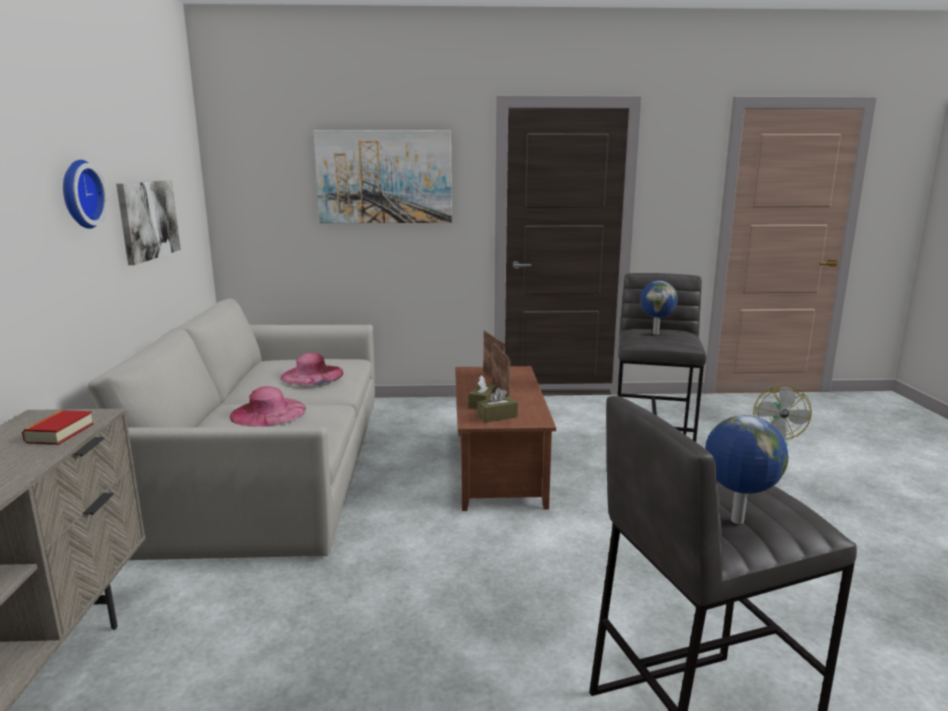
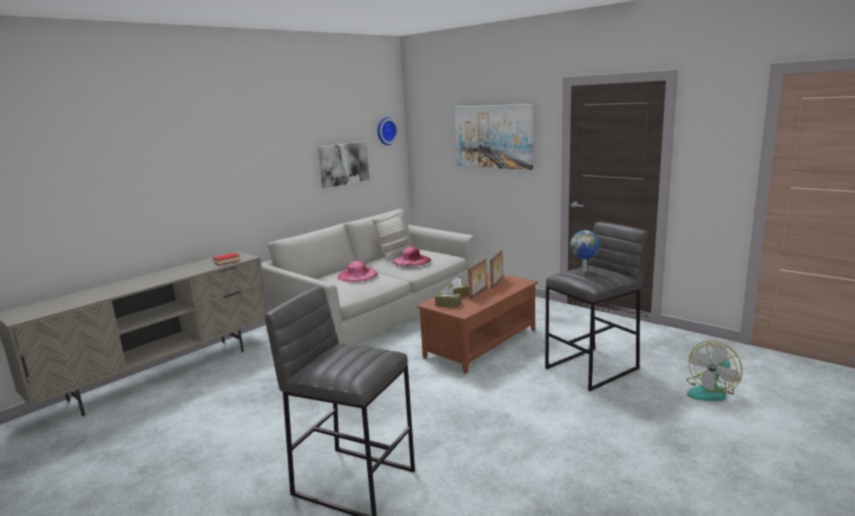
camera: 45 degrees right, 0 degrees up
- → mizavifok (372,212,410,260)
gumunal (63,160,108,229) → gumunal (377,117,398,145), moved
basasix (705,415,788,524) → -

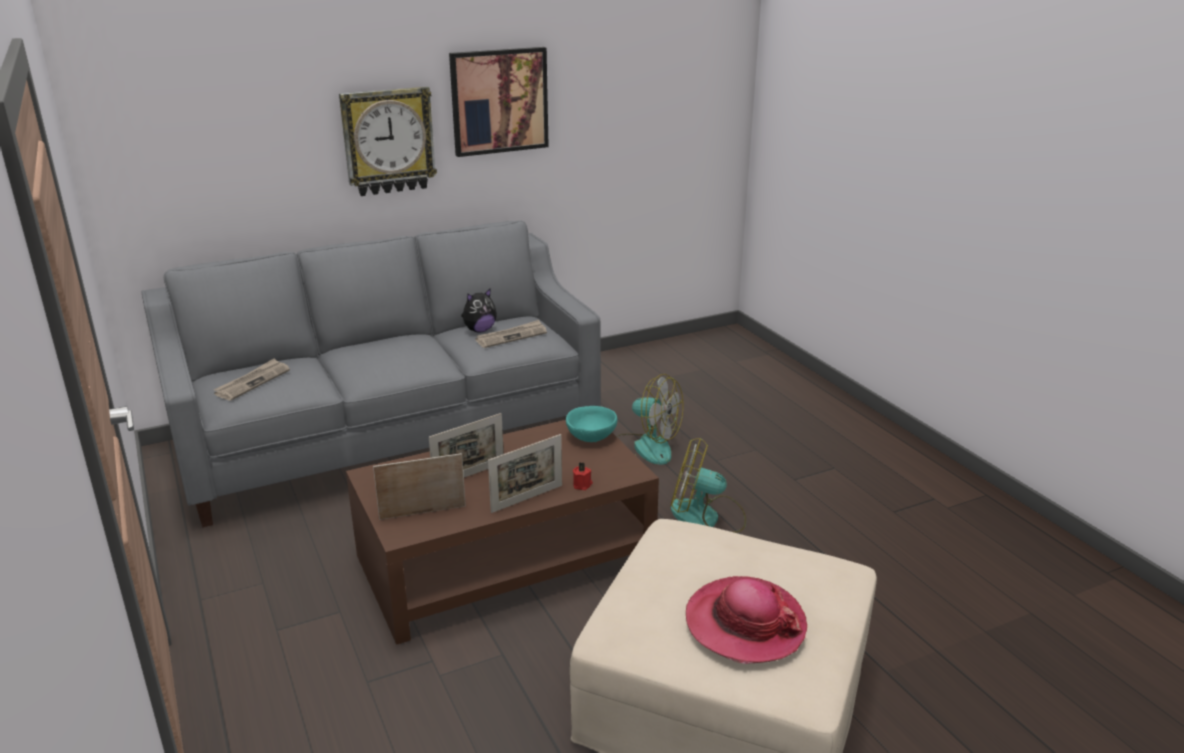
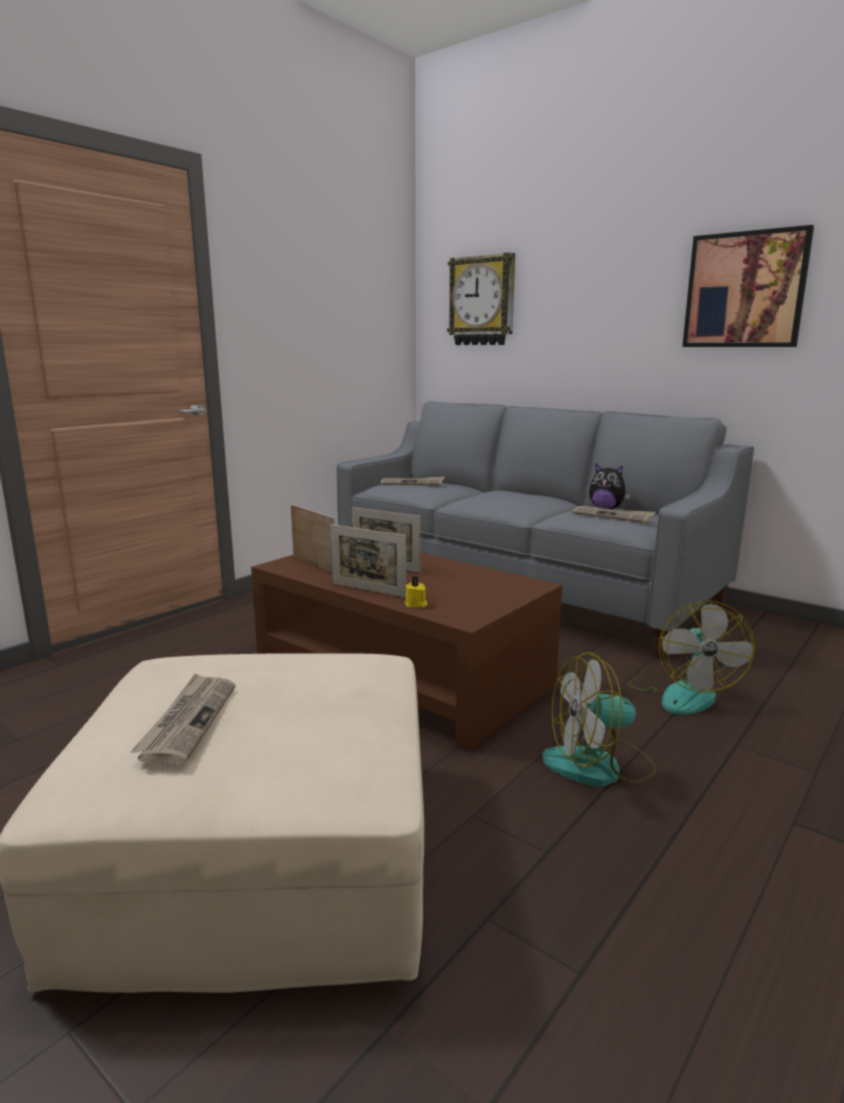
camera: 65 degrees right, 10 degrees down
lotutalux (686,576,807,664) → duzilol (131,673,235,764)
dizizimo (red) (573,462,593,490) → dizizimo (yellow) (405,576,427,607)
gumunal (339,87,437,196) → gumunal (447,253,515,345), moved
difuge (671,438,746,533) → difuge (542,652,657,787), 90 degrees counterclockwise
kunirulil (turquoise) (566,406,617,442) → -

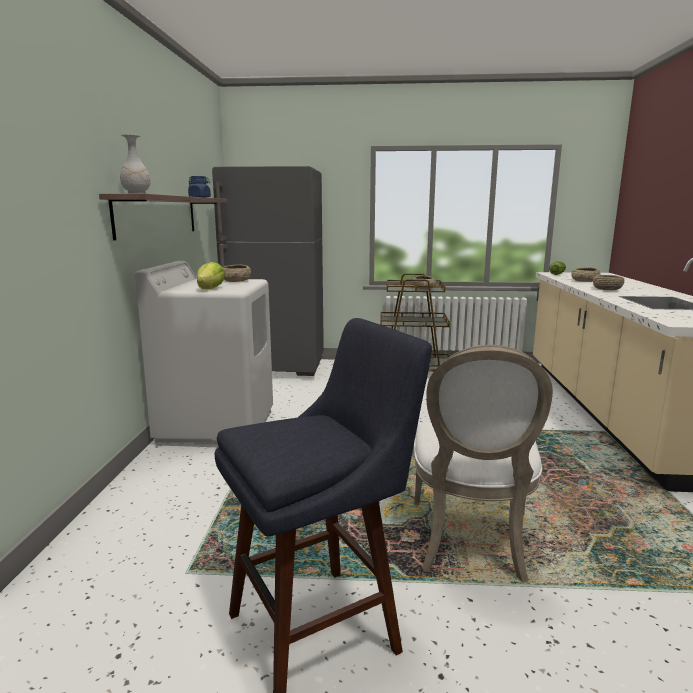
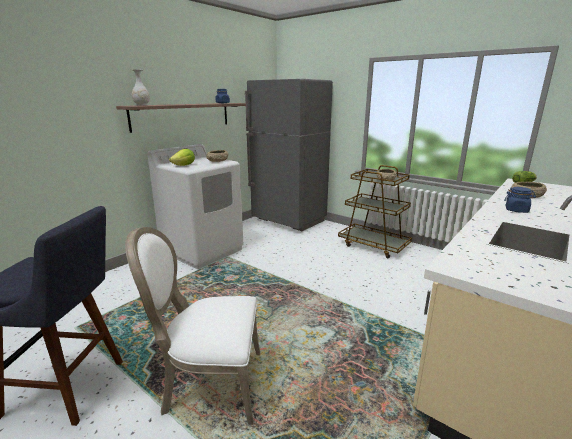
camera: 35 degrees right, 5 degrees up
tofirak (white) (414,345,553,582) → tofirak (white) (125,227,260,425), 45 degrees clockwise
kunirulil (beige) (593,275,625,290) → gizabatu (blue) (504,187,536,213)

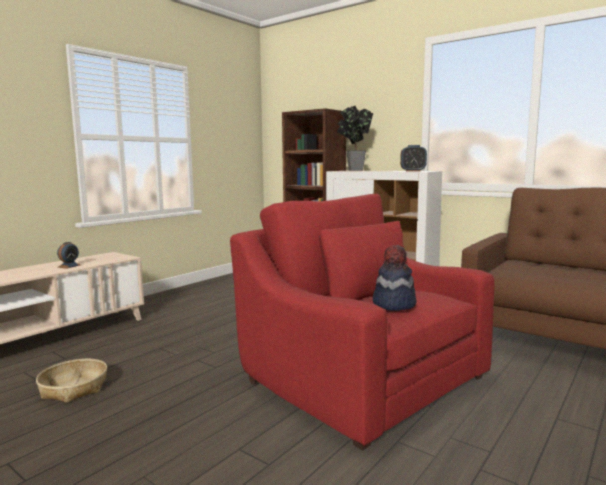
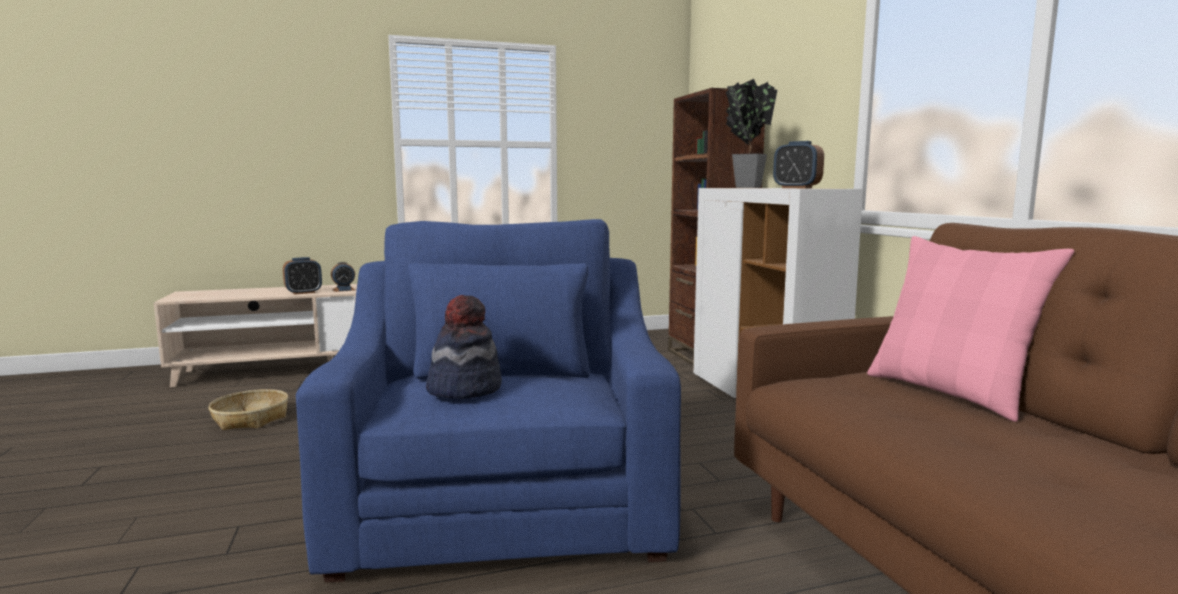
camera: 35 degrees right, 0 degrees up
- → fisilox (283,257,322,295)
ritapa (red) (230,194,495,450) → ritapa (blue) (296,219,681,583)
- → mizavifok (pink) (867,236,1075,422)

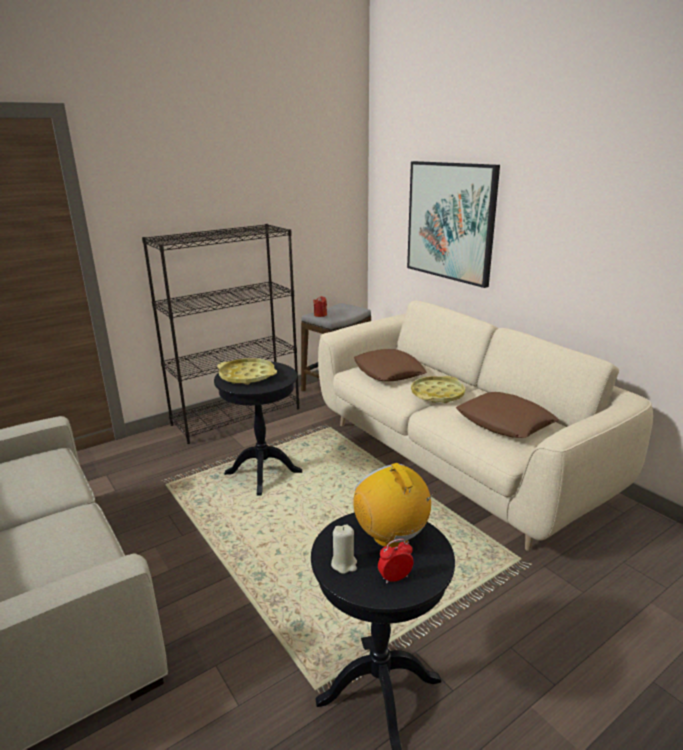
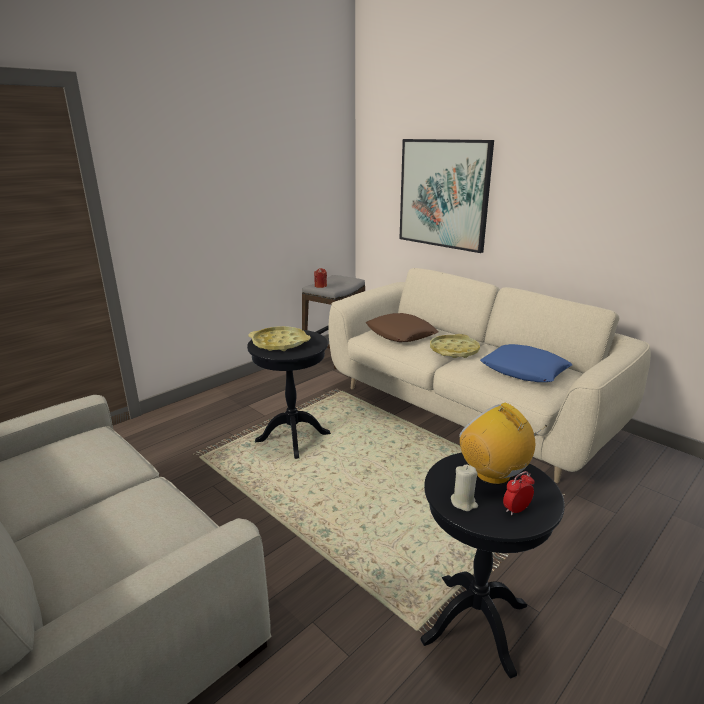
camera: 10 degrees left, 0 degrees up
mizavifok (brown) (456,392,559,438) → mizavifok (blue) (480,344,572,382)
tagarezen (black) (142,224,299,444) → -

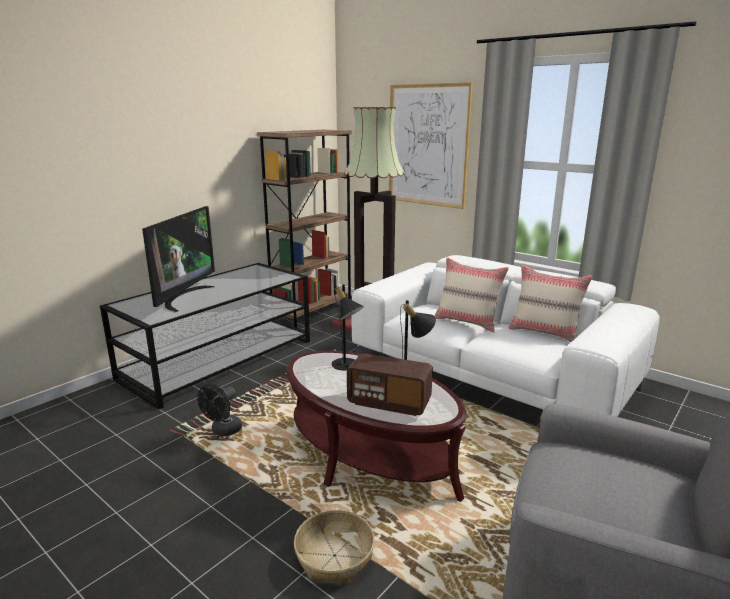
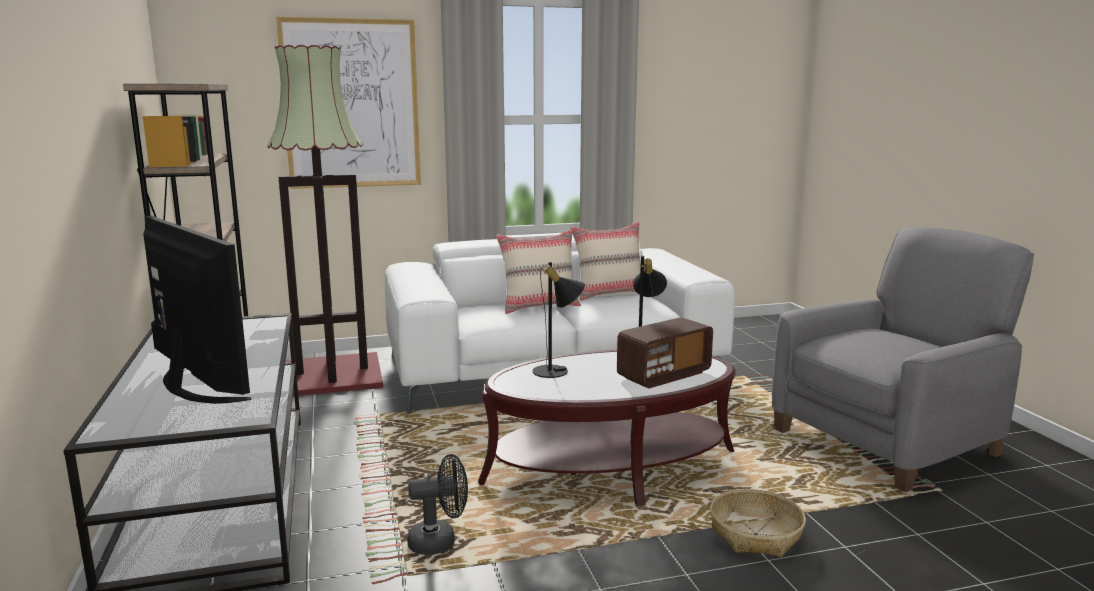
camera: 55 degrees left, 5 degrees down
difuge (black) (197,384,242,436) → difuge (black) (407,454,468,555), 75 degrees counterclockwise

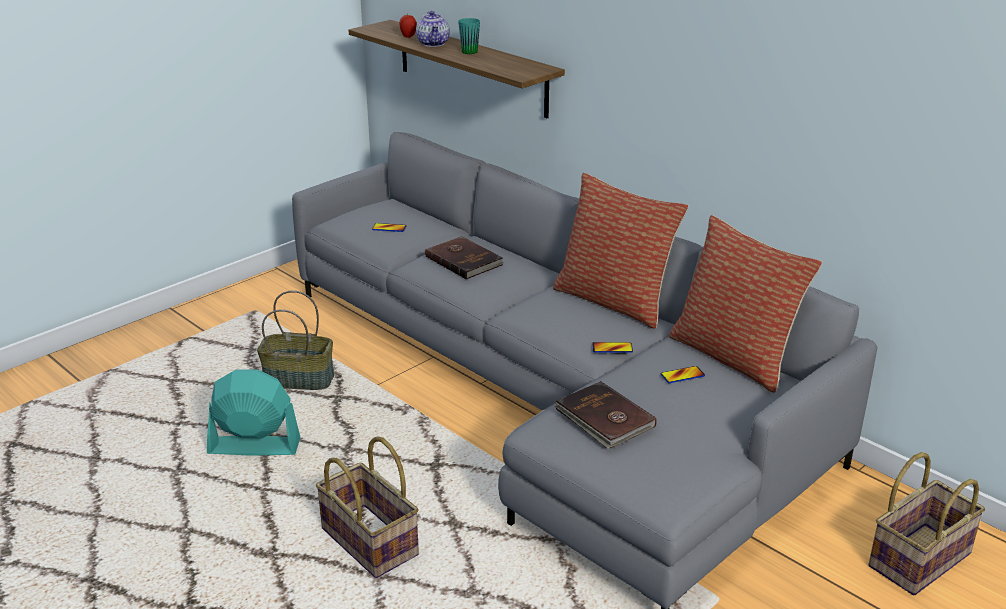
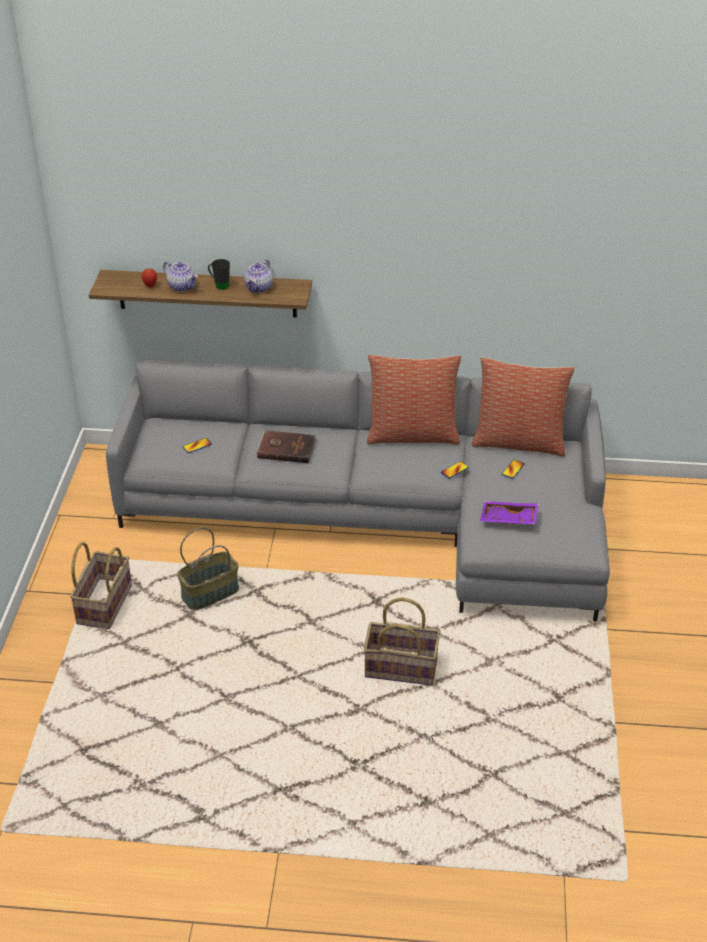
camera: 40 degrees left, 10 degrees up
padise (868,452,985,595) → padise (70,542,132,629), moved
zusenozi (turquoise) (458,18,480,54) → zusenozi (black) (208,259,230,290)
- → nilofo (244,259,273,293)
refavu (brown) (555,381,657,449) → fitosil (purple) (480,501,539,524)
difuge (turquoise) (207,369,301,456) → -

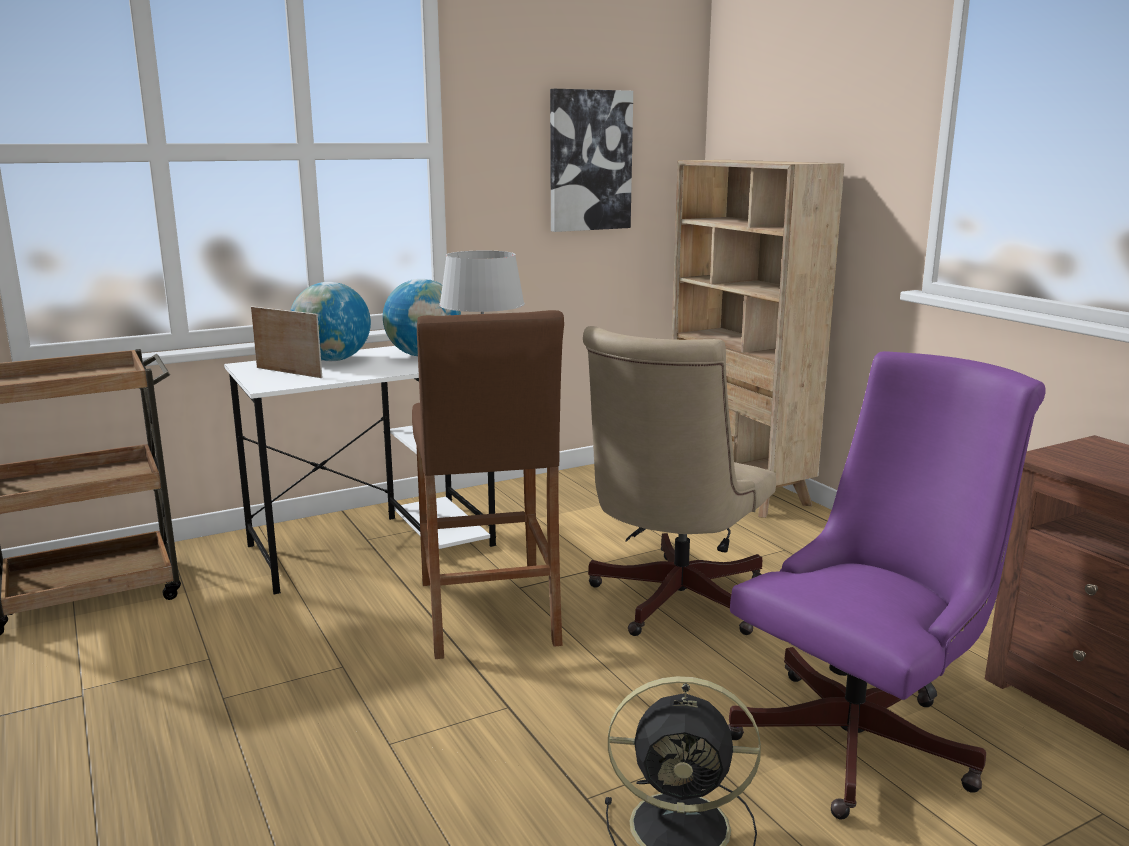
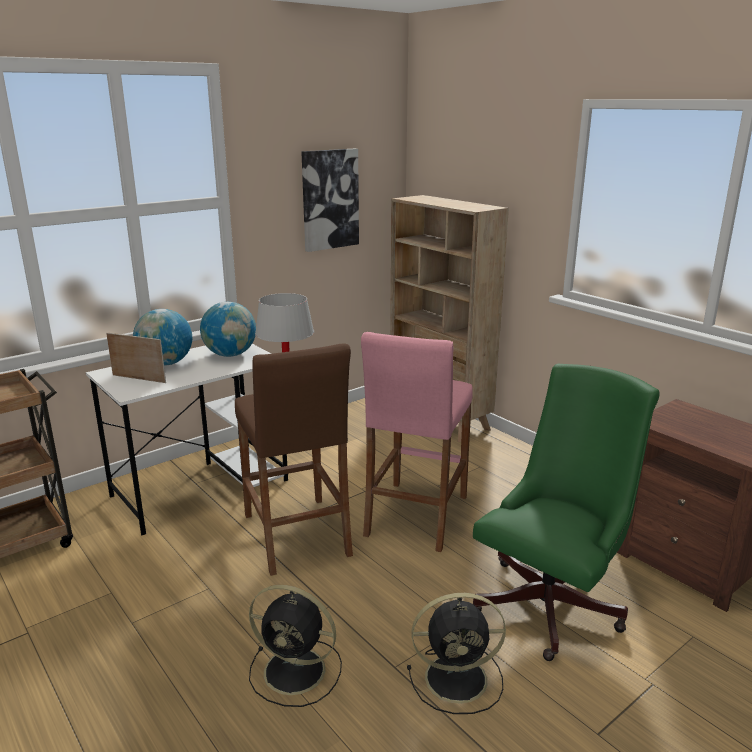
camera: 10 degrees left, 5 degrees up
- → difuge (black) (249,585,342,707)
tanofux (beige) (583,326,776,636) → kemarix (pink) (361,332,473,552)
tanofux (purple) (728,351,1046,820) → tanofux (green) (473,364,660,661)

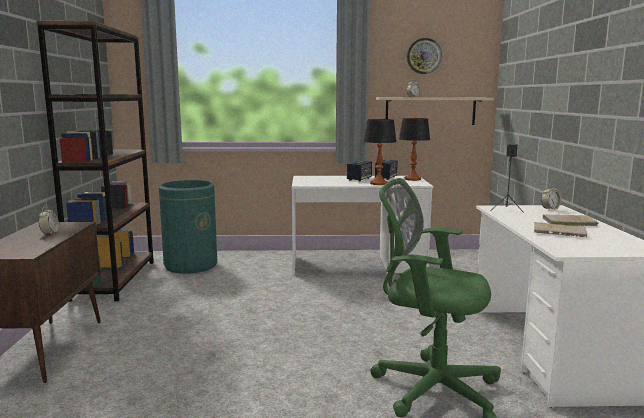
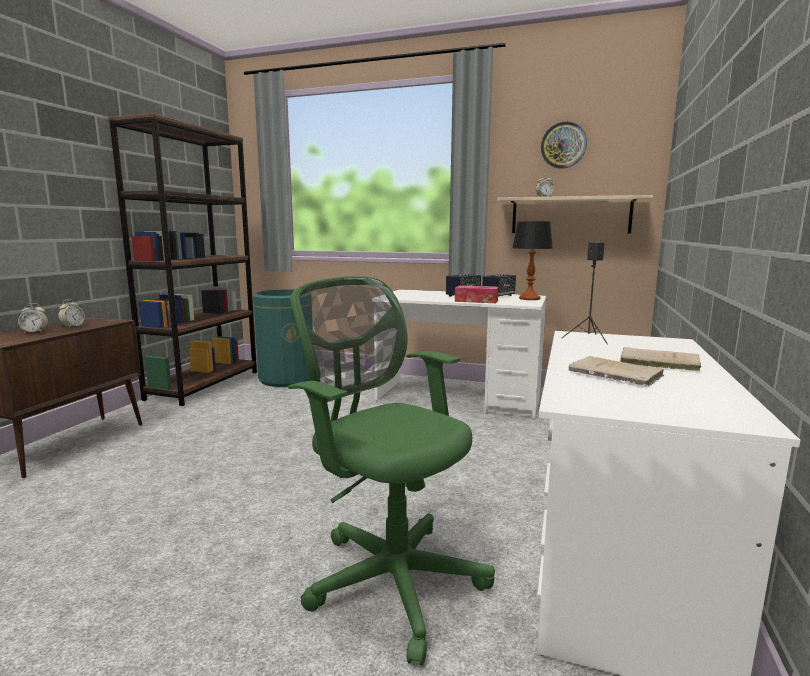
camera: 20 degrees right, 0 degrees up
fisilox (541,185,561,210) → fisilox (18,303,48,333), moved
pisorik (364,119,397,185) → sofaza (455,285,499,303)

